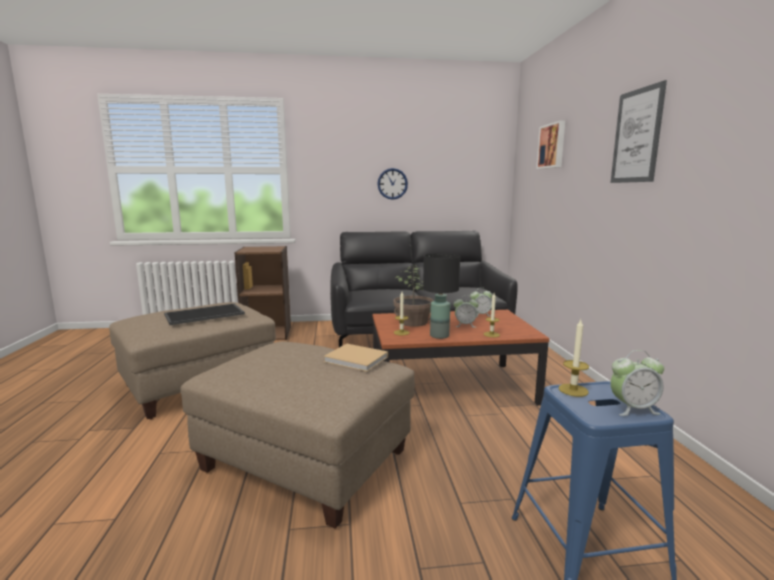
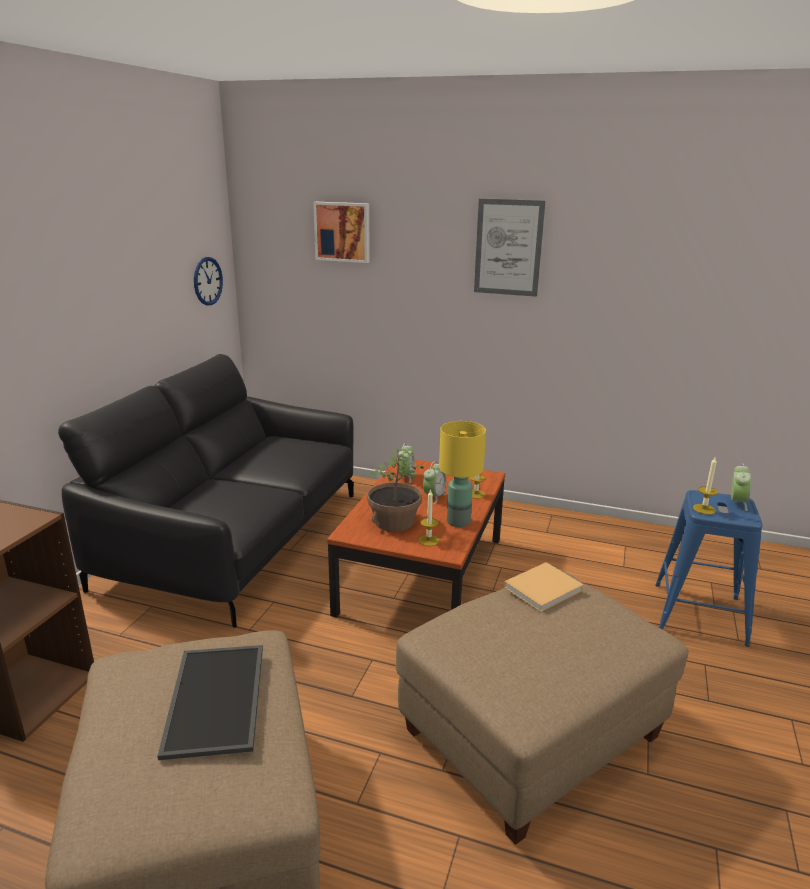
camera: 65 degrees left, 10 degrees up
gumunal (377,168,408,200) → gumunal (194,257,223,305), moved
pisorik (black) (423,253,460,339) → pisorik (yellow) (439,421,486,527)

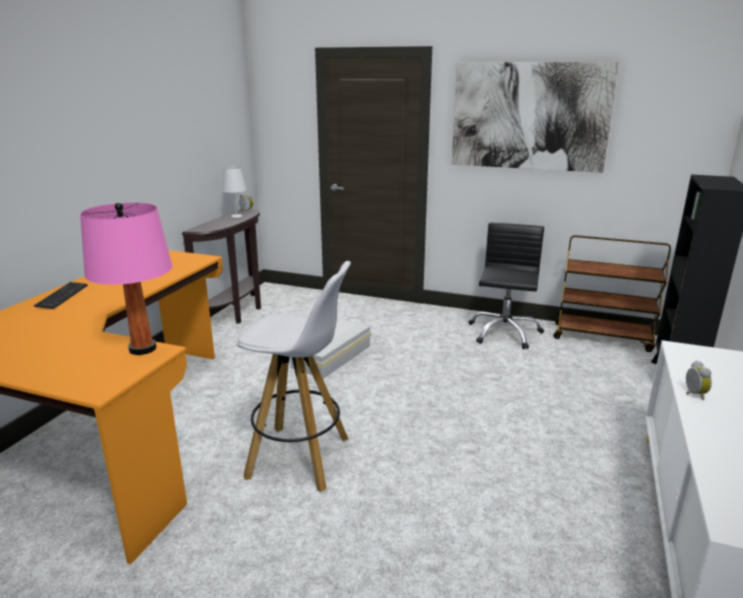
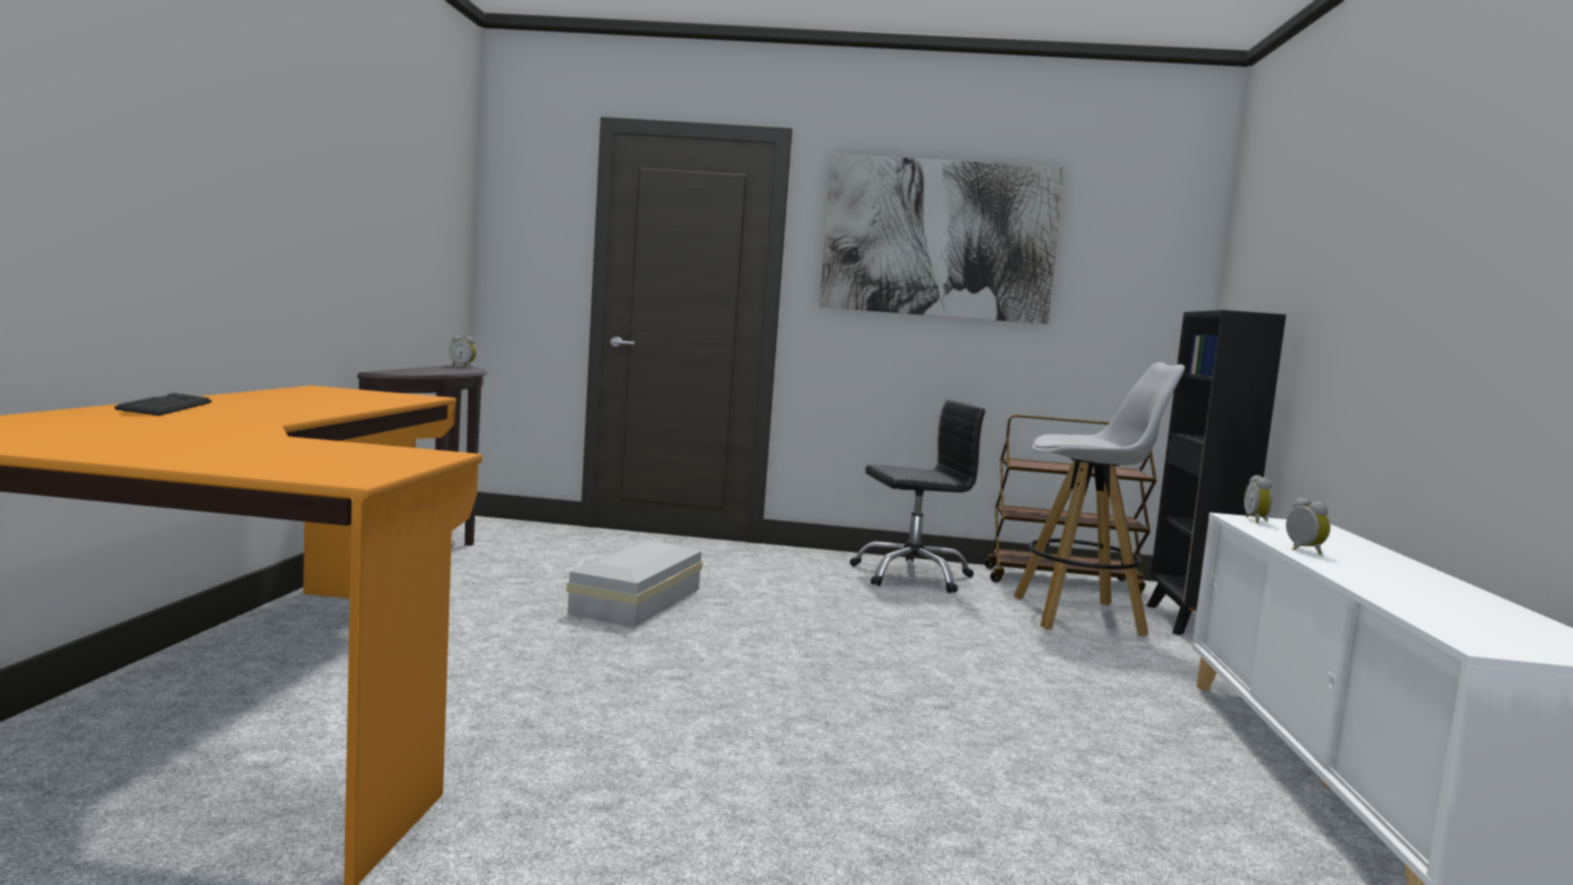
camera: 15 degrees left, 15 degrees down
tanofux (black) (468,223,544,349) → tanofux (black) (850,400,985,593), 75 degrees clockwise
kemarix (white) (237,261,351,492) → kemarix (white) (1013,362,1185,636), moved
- → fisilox (1244,475,1273,523)
pisorik (pink) (80,203,172,355) → -
pisorik (white) (222,166,247,218) → -

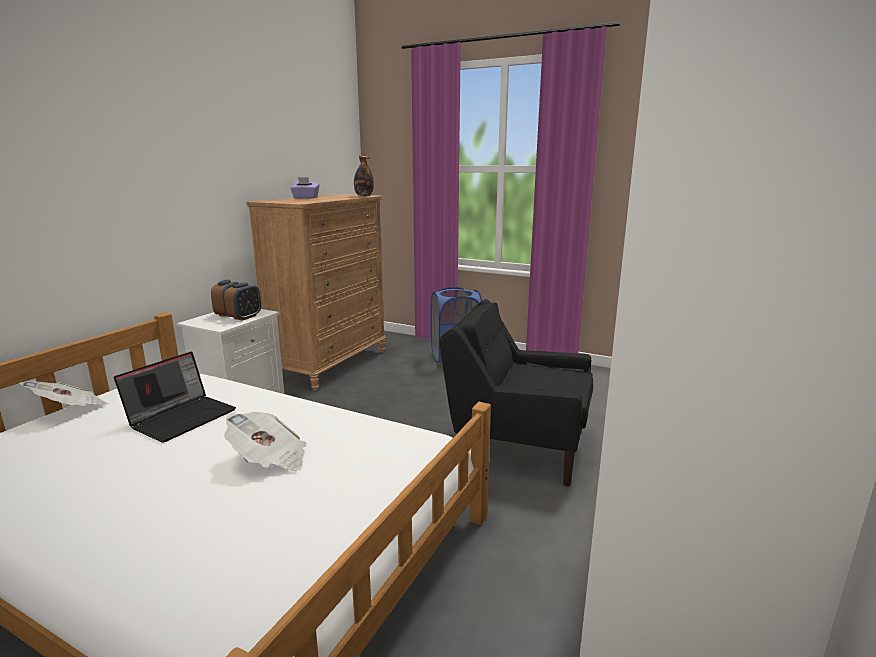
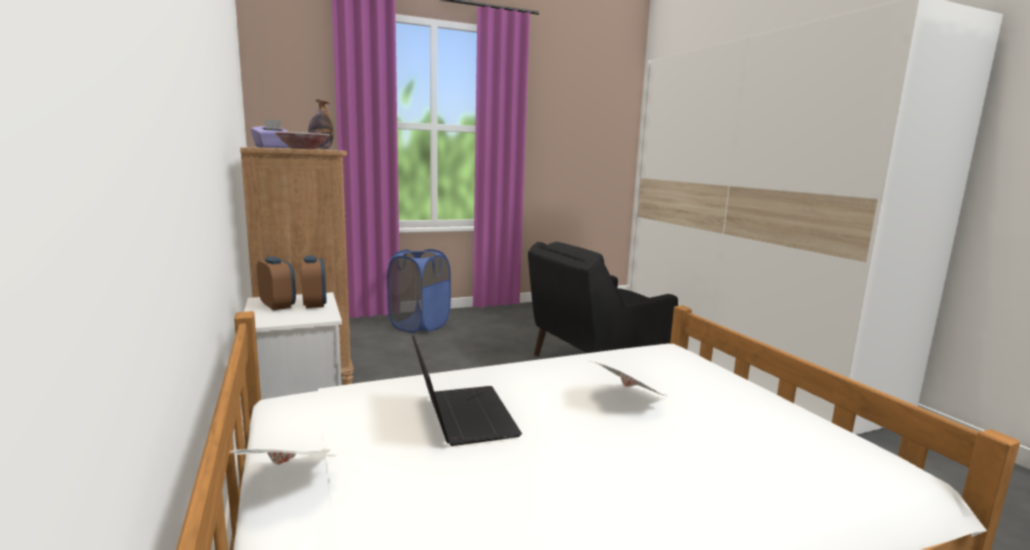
camera: 50 degrees left, 5 degrees down
- → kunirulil (275,132,330,149)

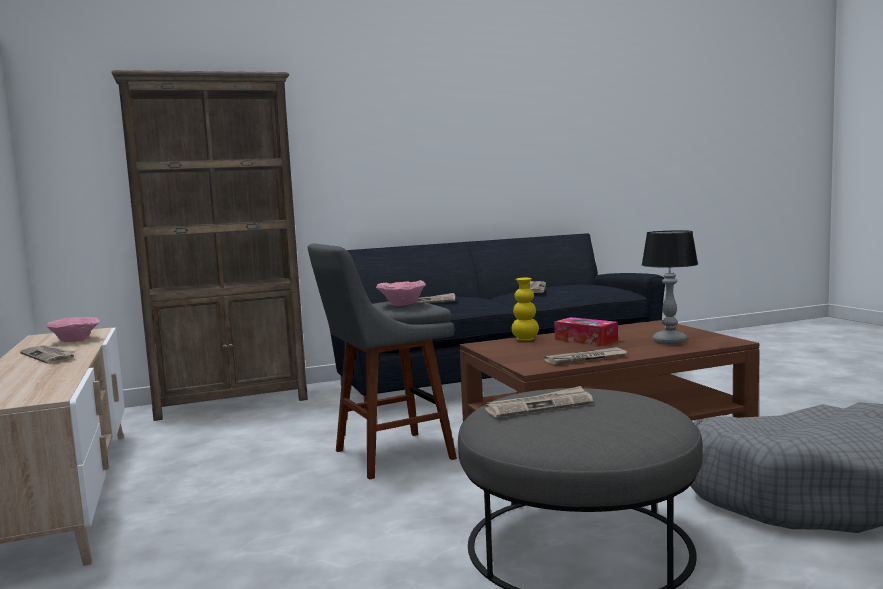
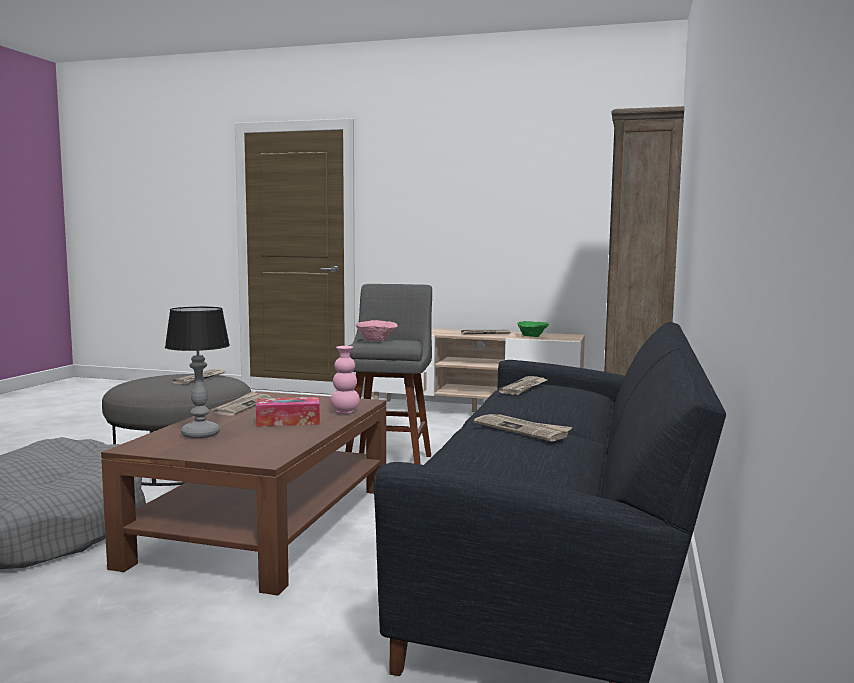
camera: 125 degrees right, 0 degrees up
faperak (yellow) (512,278,539,341) → faperak (pink) (330,346,360,414)
kunirulil (pink) (46,317,100,342) → kunirulil (green) (517,321,549,337)

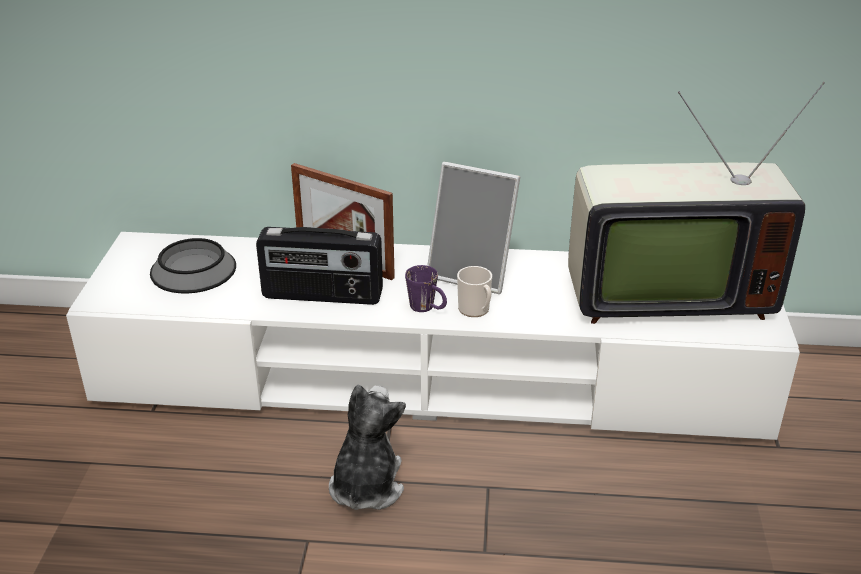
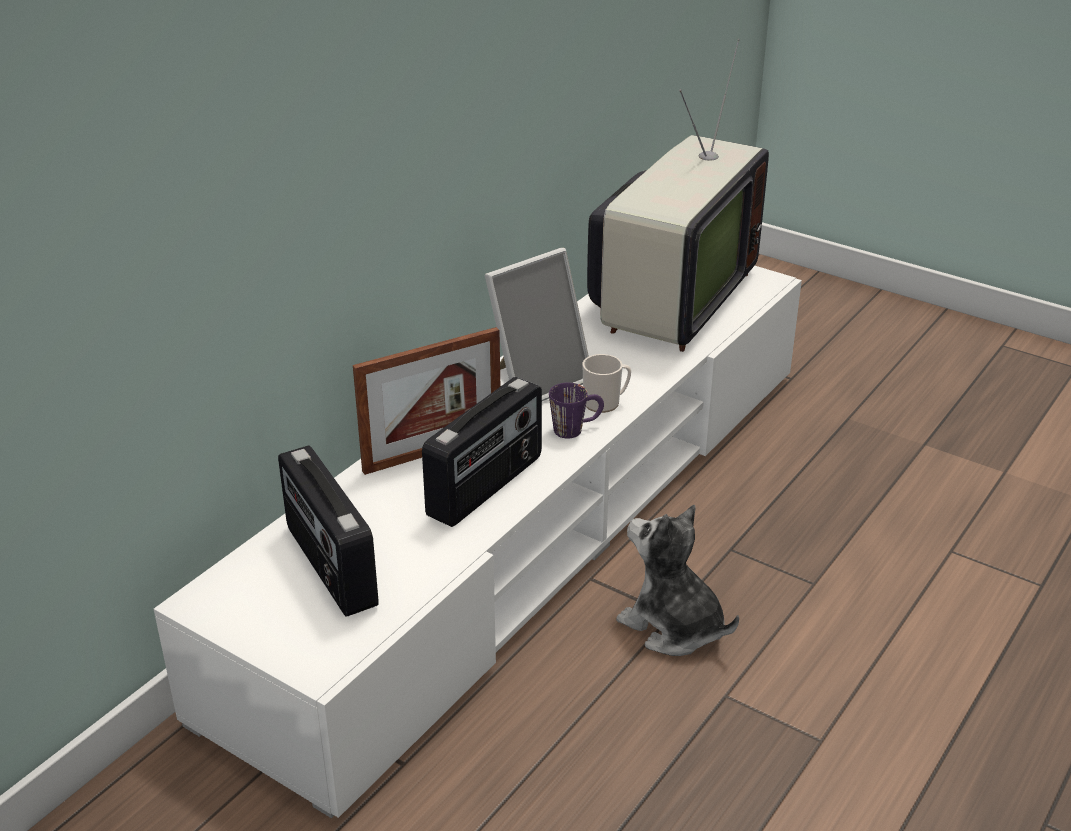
camera: 60 degrees left, 0 degrees up
kunirulil (150,238,236,294) → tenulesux (278,445,379,617)

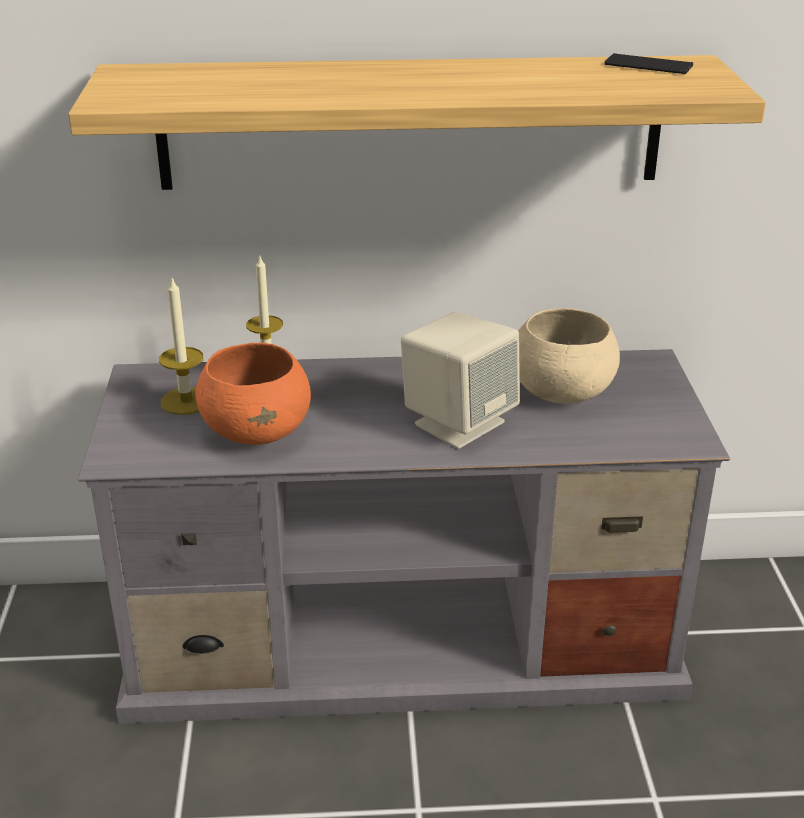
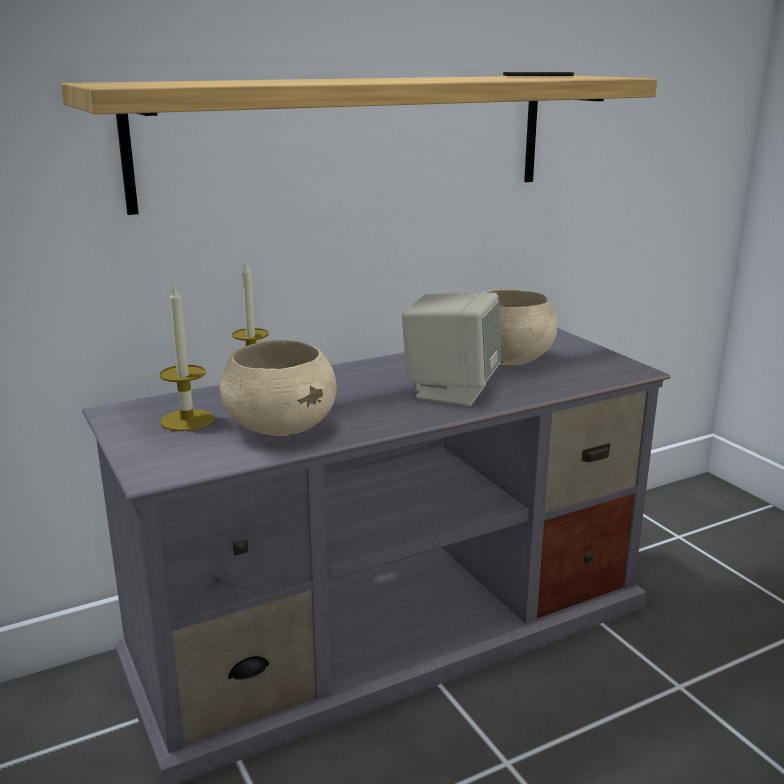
camera: 25 degrees left, 10 degrees down
kunirulil (orange) (195,343,311,445) → kunirulil (beige) (220,340,337,436)

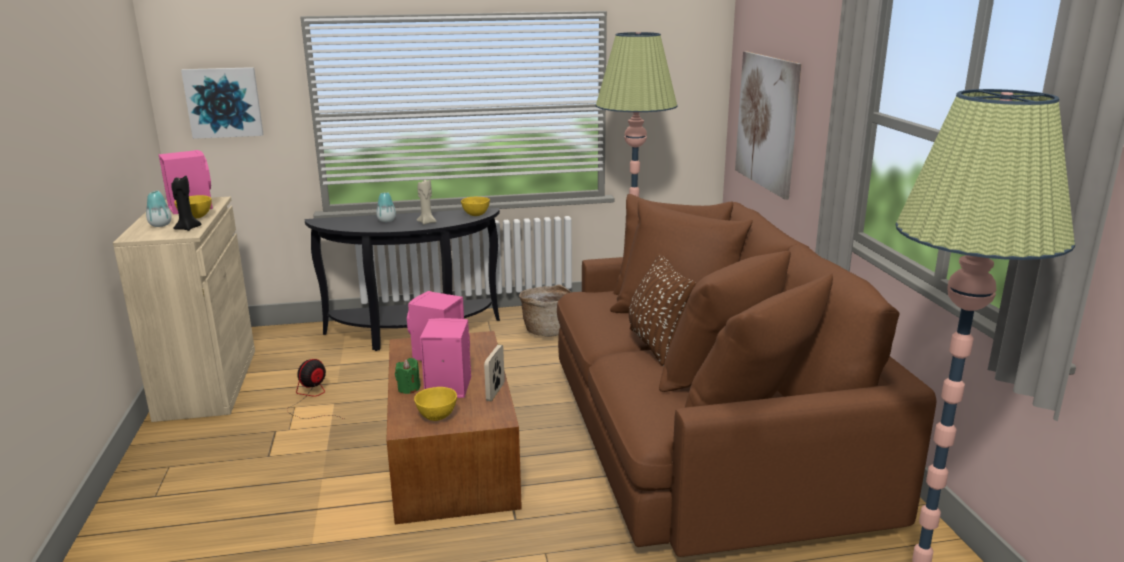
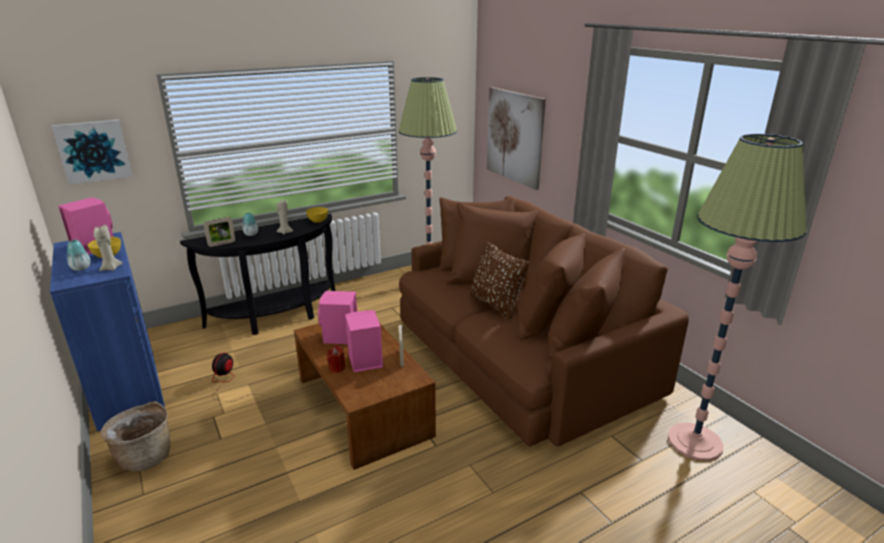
camera: 20 degrees left, 5 degrees up
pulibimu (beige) (113,197,255,422) → pulibimu (blue) (50,232,165,432)
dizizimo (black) (171,176,202,231) → dizizimo (beige) (94,225,122,271)
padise (519,285,571,337) → padise (100,401,170,471), moved
- → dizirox (204,217,235,247)
dizizimo (green) (395,358,421,394) → dizizimo (red) (327,345,345,373)
kunirulil (yellow) (414,387,457,421) → -

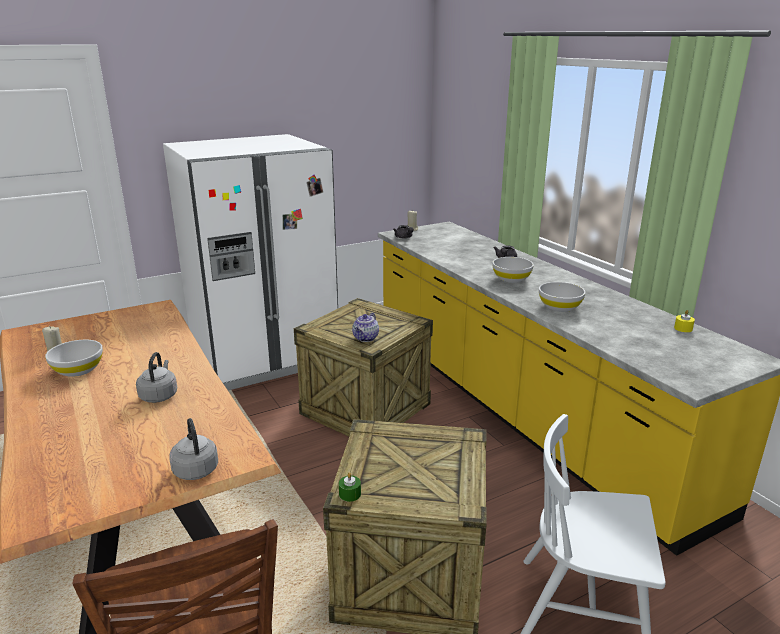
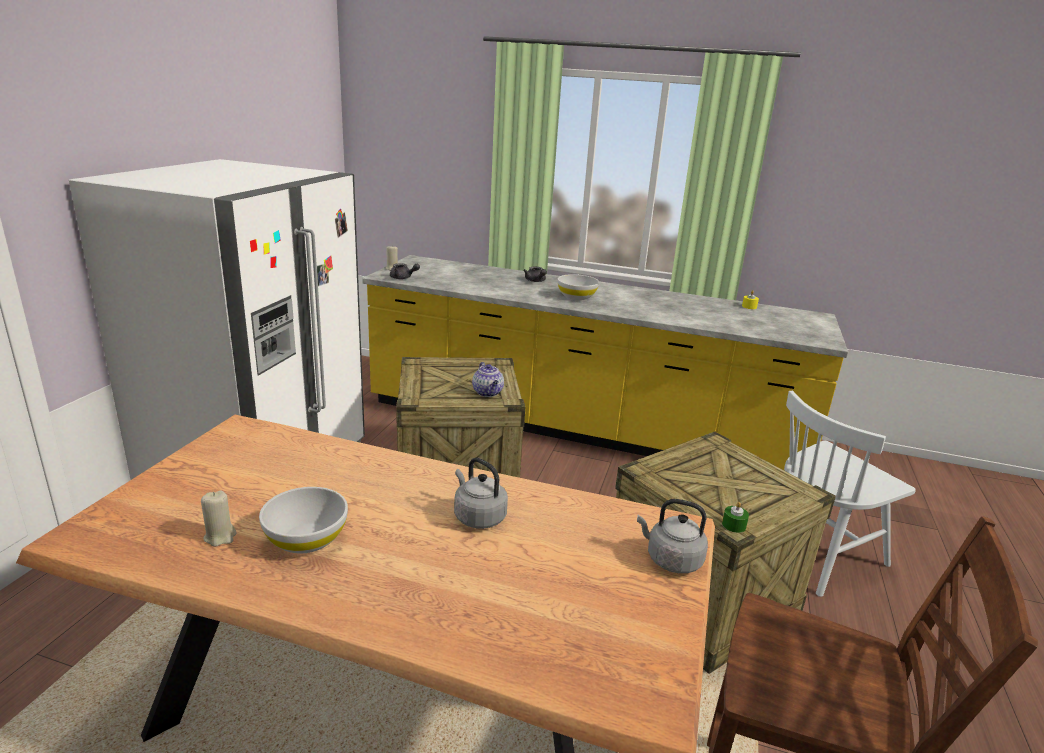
camera: 45 degrees left, 0 degrees up
kunirulil (white) (539,282,586,312) → -

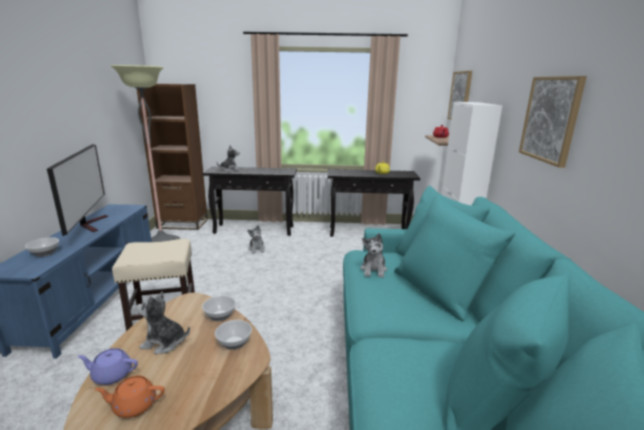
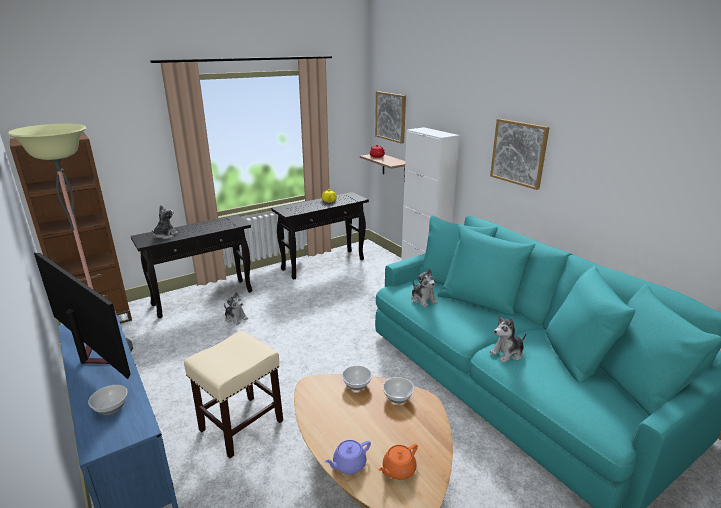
camera: 35 degrees left, 5 degrees up
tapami (136,292,190,354) → tapami (489,316,526,363), moved

